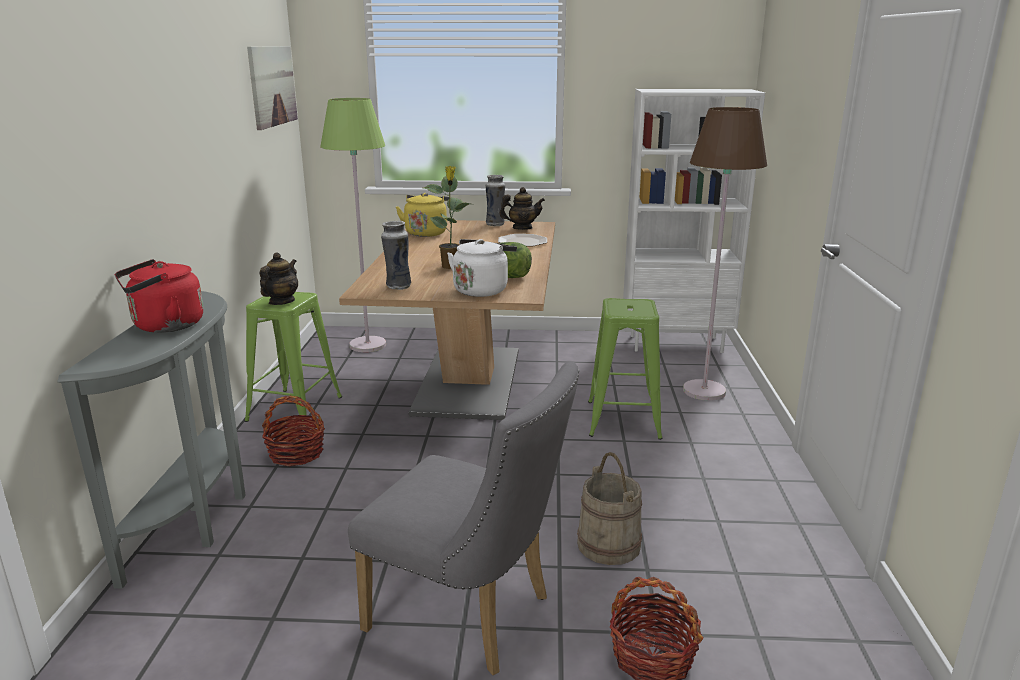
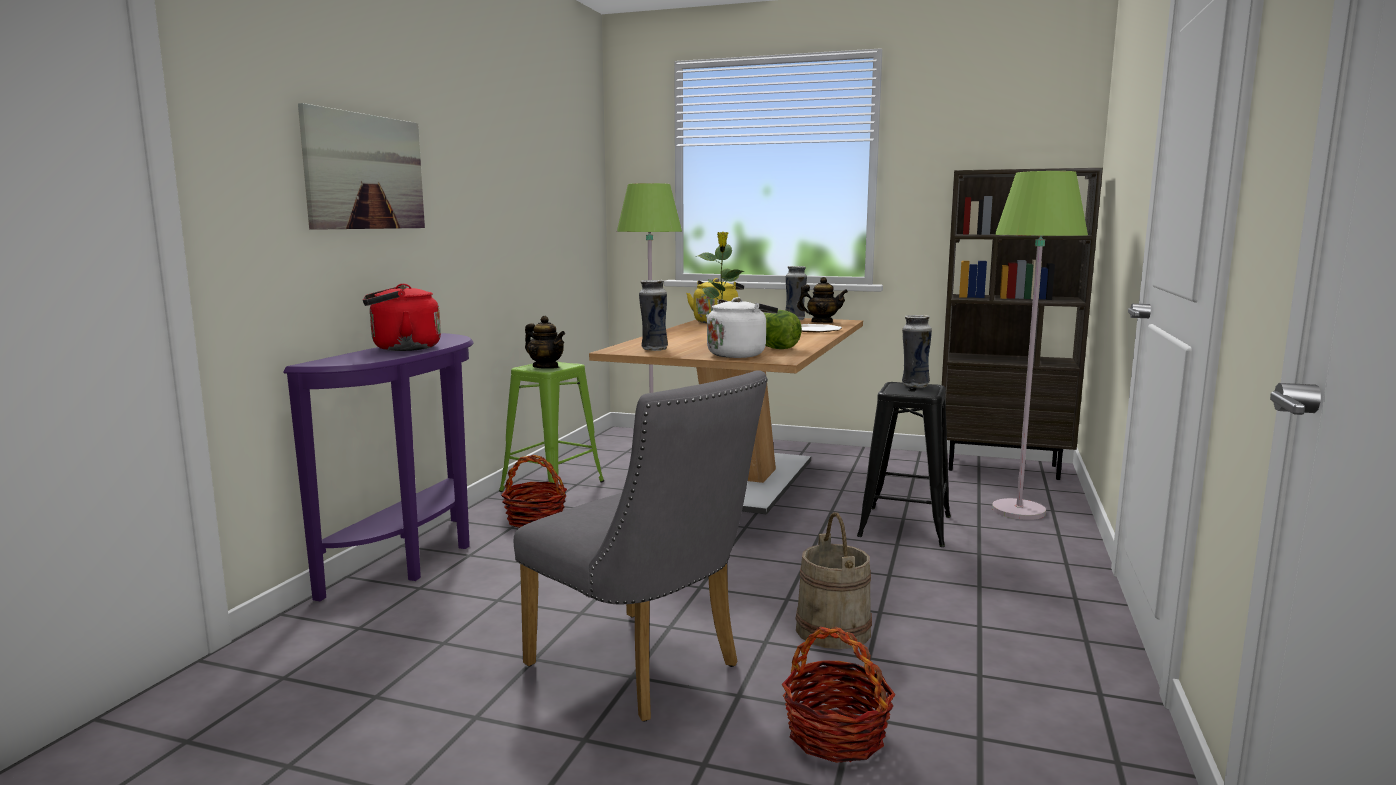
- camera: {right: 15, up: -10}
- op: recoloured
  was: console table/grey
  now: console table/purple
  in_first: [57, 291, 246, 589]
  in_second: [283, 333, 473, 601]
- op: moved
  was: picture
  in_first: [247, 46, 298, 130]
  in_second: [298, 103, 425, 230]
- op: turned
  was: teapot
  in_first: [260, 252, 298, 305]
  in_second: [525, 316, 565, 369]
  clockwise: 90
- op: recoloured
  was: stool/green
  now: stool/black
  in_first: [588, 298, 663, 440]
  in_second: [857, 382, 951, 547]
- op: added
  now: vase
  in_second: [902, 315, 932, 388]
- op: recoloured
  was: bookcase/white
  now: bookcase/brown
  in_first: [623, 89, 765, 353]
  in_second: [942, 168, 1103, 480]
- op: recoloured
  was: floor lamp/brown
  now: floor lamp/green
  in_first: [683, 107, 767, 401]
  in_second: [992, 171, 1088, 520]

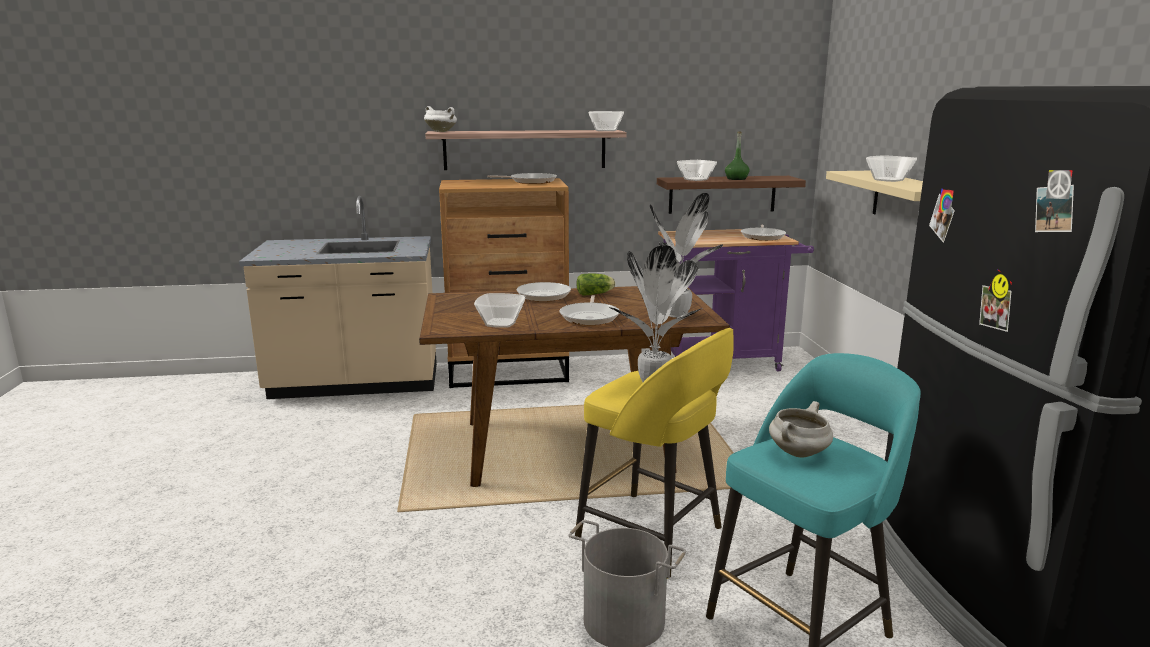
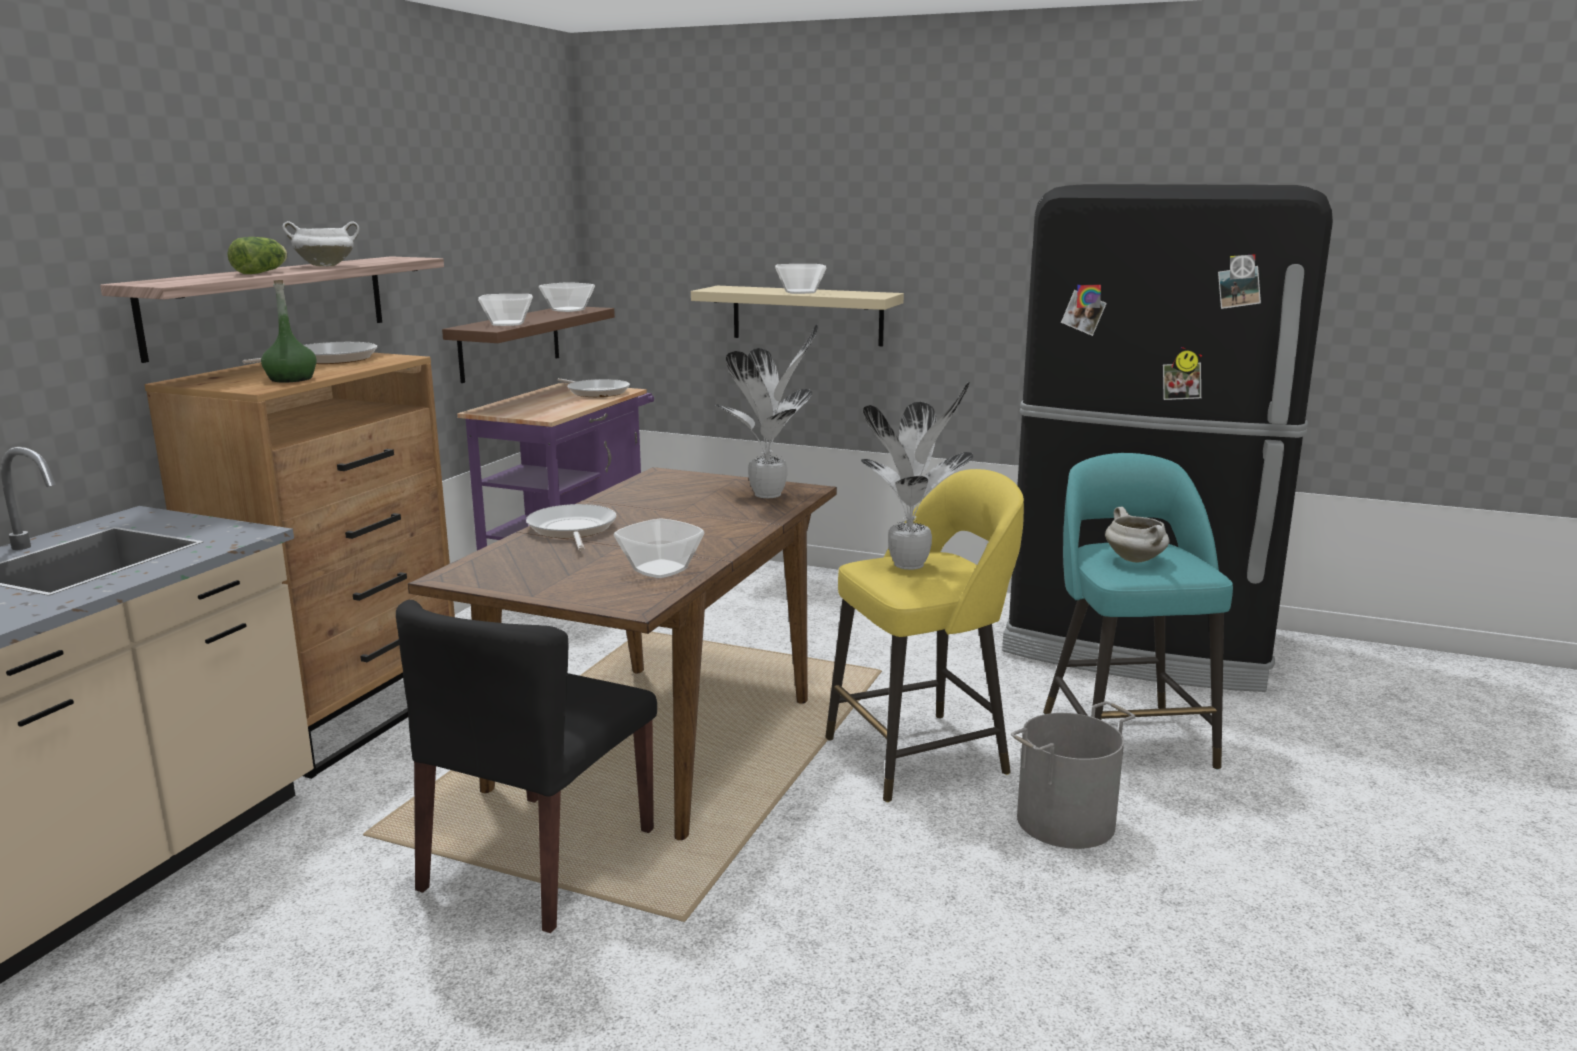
- camera: {right: -60, up: 0}
- op: moved
  was: lettuce
  in_first: [576, 273, 615, 296]
  in_second: [227, 237, 287, 274]
- op: moved
  was: bottle/green
  in_first: [725, 132, 750, 180]
  in_second: [261, 280, 317, 382]
- op: moved
  was: cooking pot/white
  in_first: [424, 106, 457, 132]
  in_second: [282, 221, 359, 267]
- op: added
  now: chair/black
  in_second: [396, 600, 657, 933]
- op: moved
  was: bowl
  in_first: [589, 111, 624, 131]
  in_second: [539, 282, 595, 312]
- op: removed
  was: frying pan
  in_first: [560, 295, 619, 325]

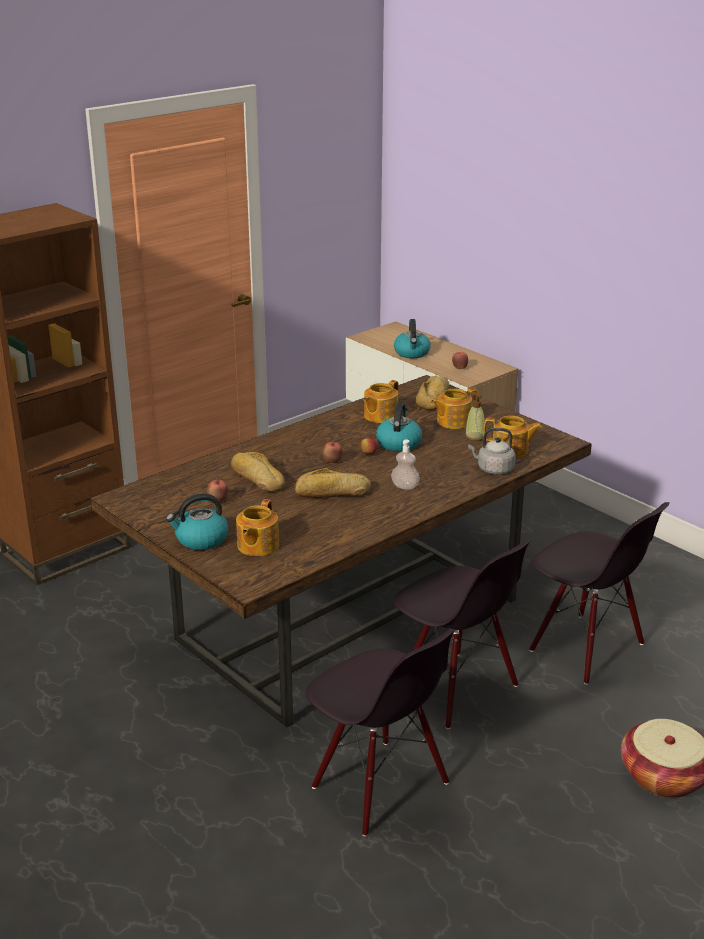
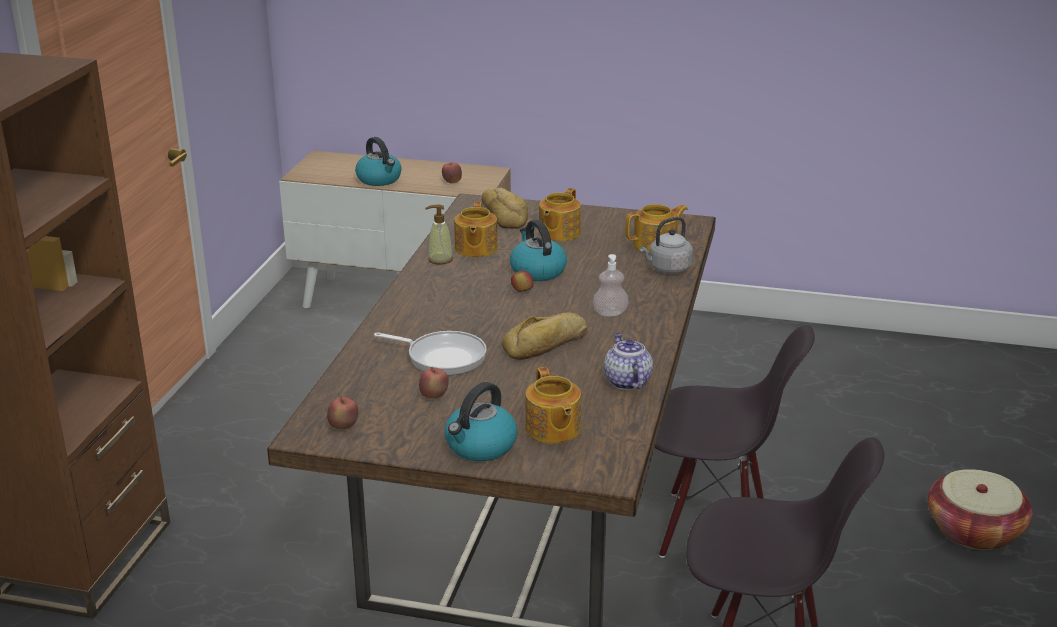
- camera: {right: -35, up: 0}
- op: moved
  was: apple
  in_first: [322, 441, 343, 463]
  in_second: [327, 396, 358, 430]
- op: replaced
  was: bread
  now: frying pan
  in_first: [231, 452, 285, 492]
  in_second: [374, 331, 487, 376]
- op: moved
  was: soap dispenser
  in_first: [465, 392, 485, 441]
  in_second: [425, 205, 453, 265]
- op: added
  now: teapot
  in_second: [604, 333, 653, 390]
- op: removed
  was: chair/black
  in_first: [529, 502, 670, 685]

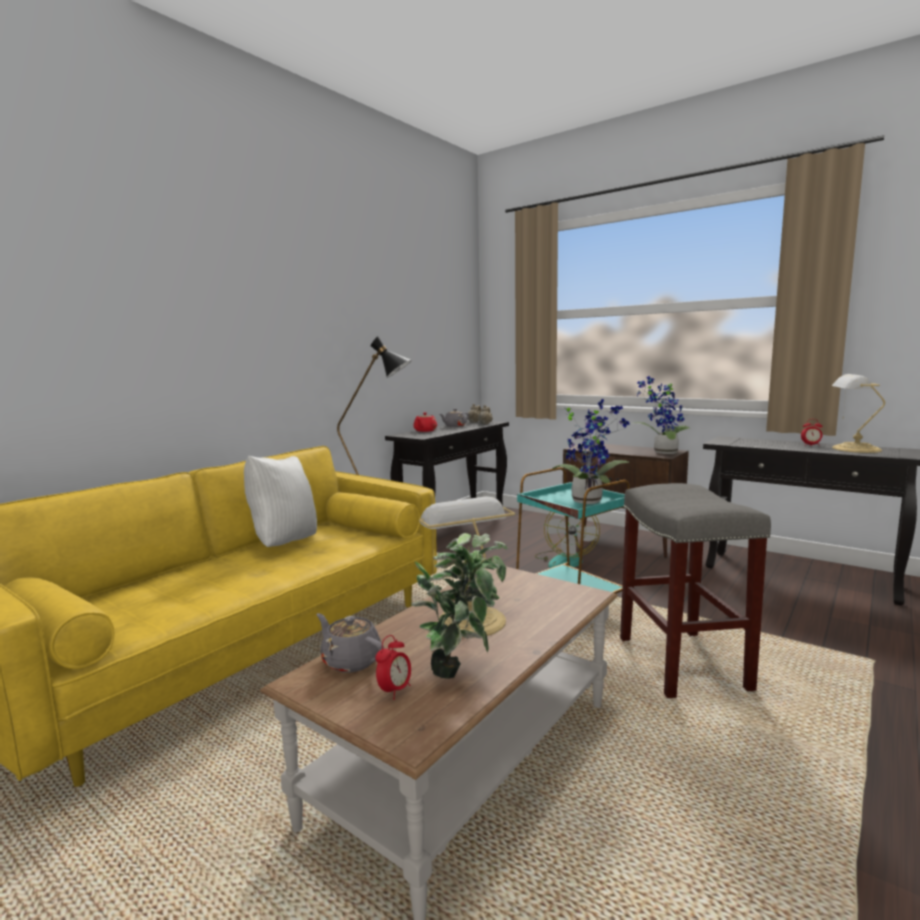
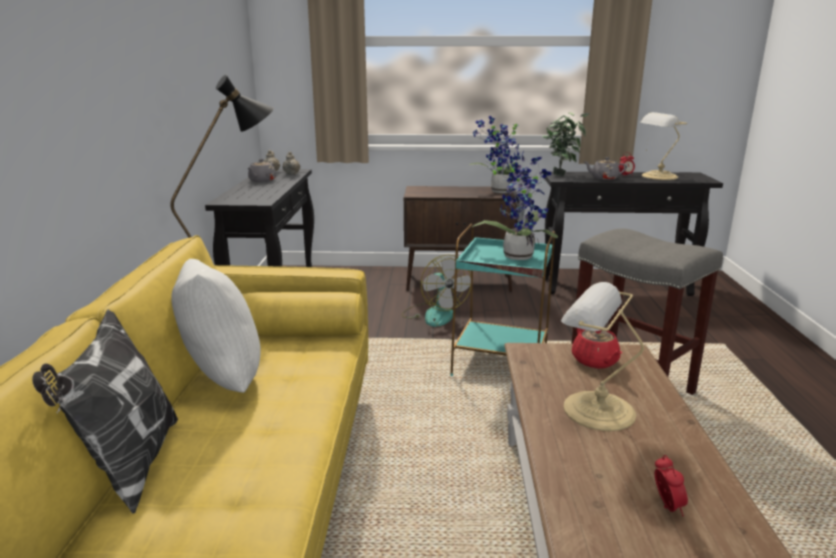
- camera: {right: -35, up: 10}
- op: added
  now: pillow
  in_second: [32, 309, 178, 514]
- op: moved
  was: potted plant
  in_first: [411, 533, 508, 679]
  in_second: [542, 112, 590, 176]
- op: moved
  was: teapot/red
  in_first: [413, 412, 437, 432]
  in_second: [572, 328, 622, 369]
- op: moved
  was: teapot/grey
  in_first: [316, 613, 384, 673]
  in_second: [583, 157, 627, 180]

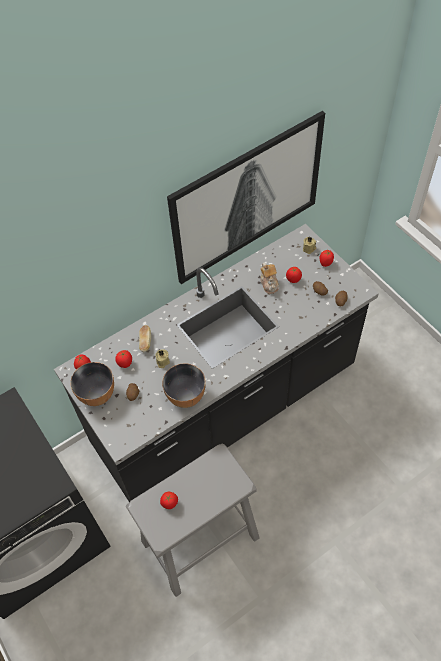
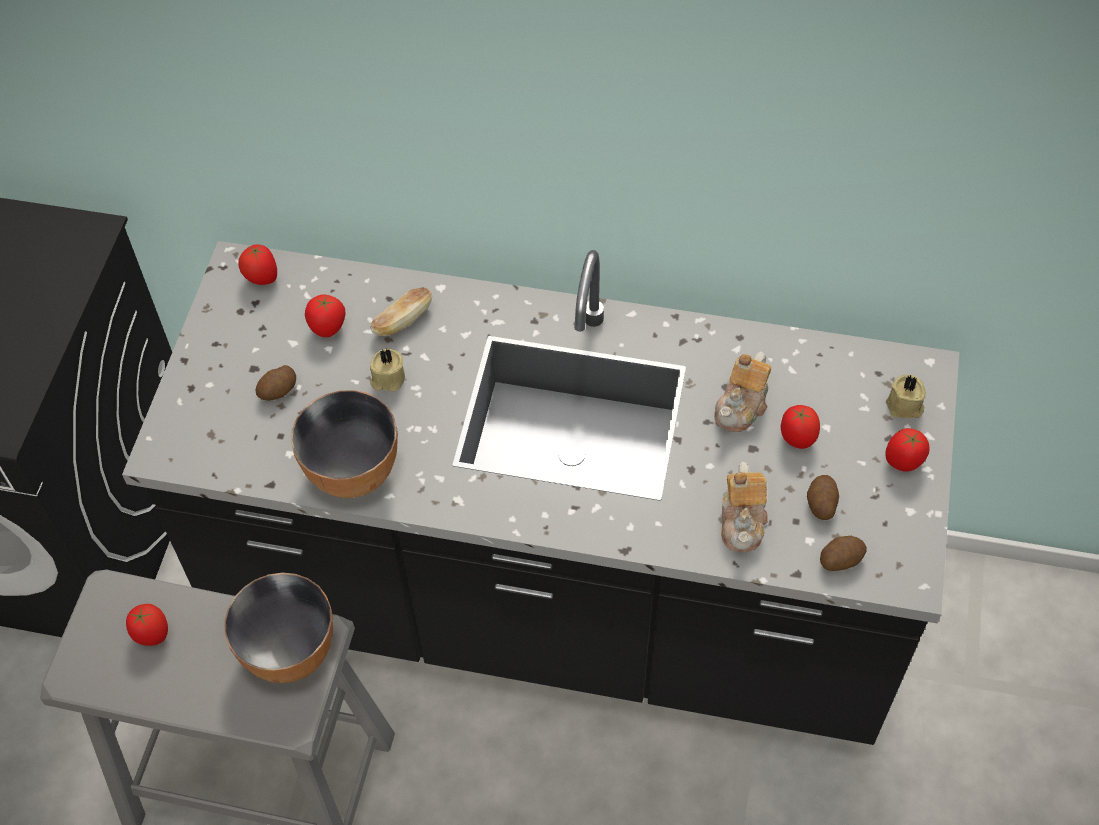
- camera: {right: 45, up: 0}
- op: moved
  was: bowl
  in_first: [70, 362, 114, 406]
  in_second: [224, 573, 333, 683]
- op: added
  now: teapot
  in_second: [721, 462, 768, 552]
- op: removed
  was: picture
  in_first: [167, 111, 325, 284]

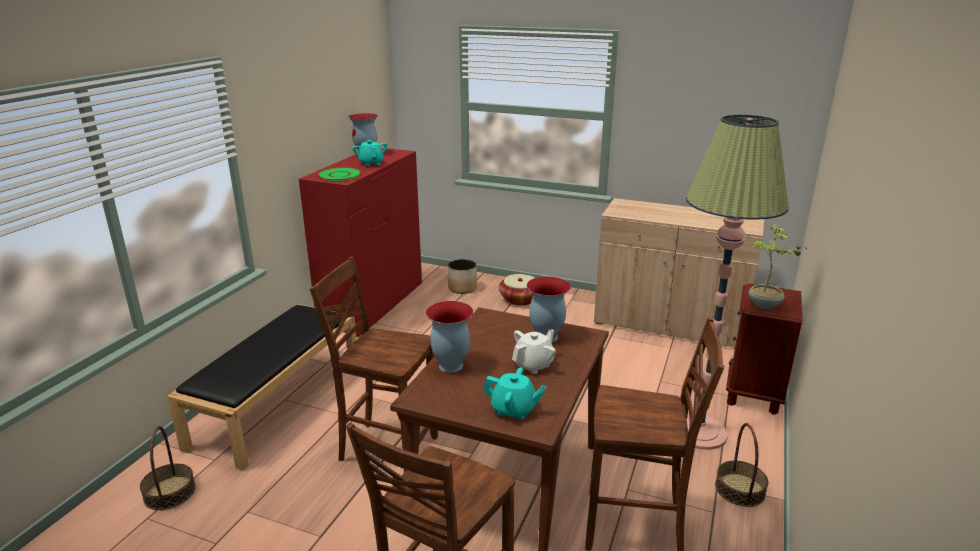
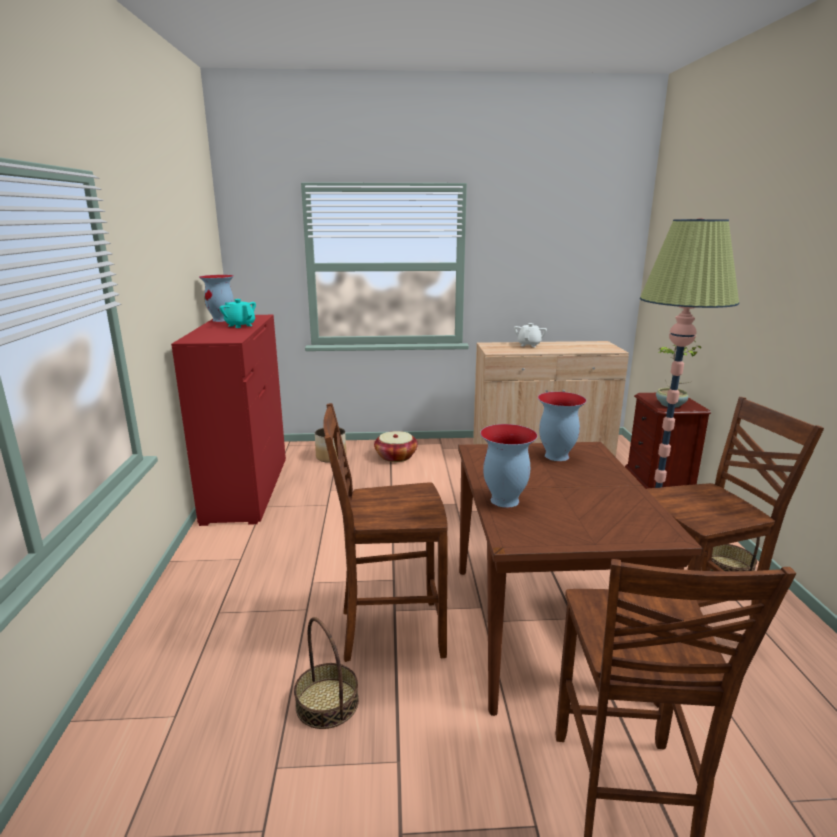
- camera: {right: -25, up: -5}
- op: moved
  was: basket
  in_first: [140, 426, 196, 510]
  in_second: [294, 617, 359, 729]
- op: moved
  was: teapot/white
  in_first: [512, 329, 556, 374]
  in_second: [514, 323, 547, 347]
- op: removed
  was: bench/black
  in_first: [167, 304, 356, 471]
- op: removed
  was: plate/green
  in_first: [318, 168, 361, 181]
- op: removed
  was: teapot/turquoise
  in_first: [483, 367, 547, 420]

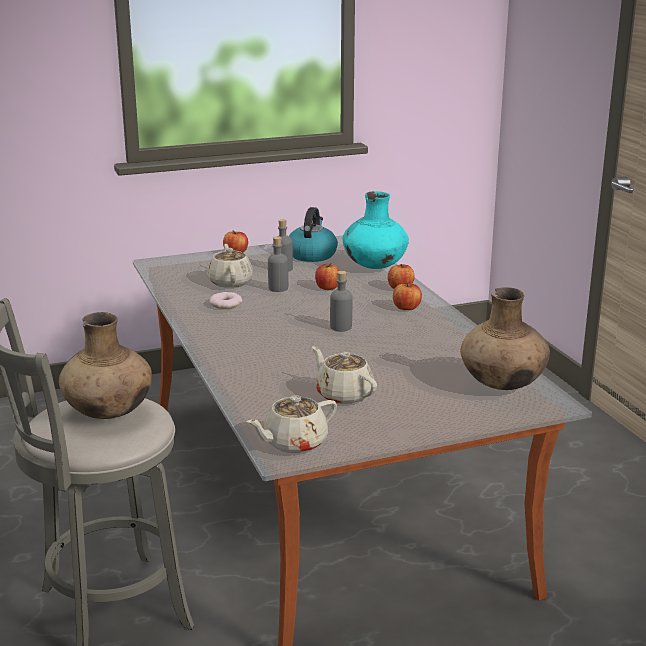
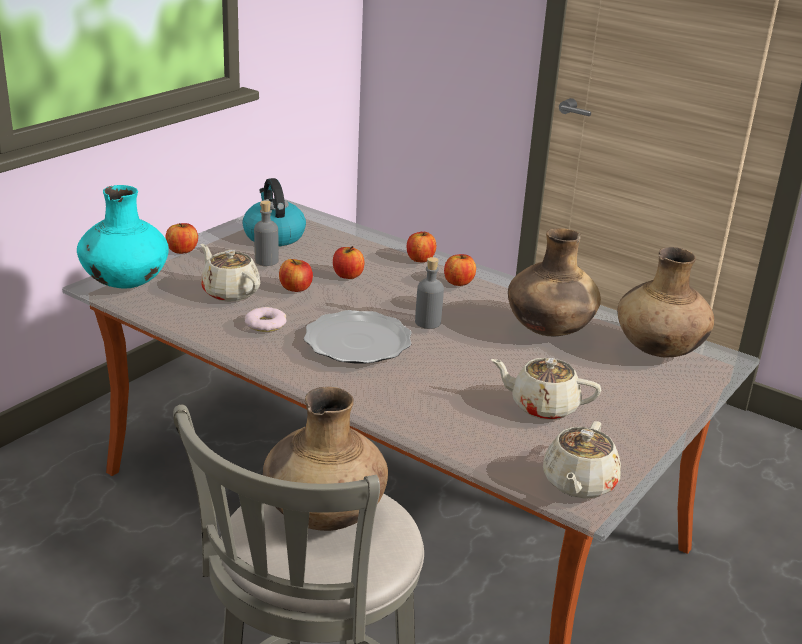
- camera: {right: -35, up: 5}
- op: moved
  was: vase/turquoise
  in_first: [343, 191, 409, 269]
  in_second: [77, 185, 169, 288]
- op: replaced
  was: bottle/grey
  now: apple
  in_first: [268, 236, 288, 292]
  in_second: [279, 259, 313, 292]
- op: added
  now: plate
  in_second: [304, 310, 412, 364]
- op: added
  now: vase/brown
  in_second: [508, 228, 601, 336]

